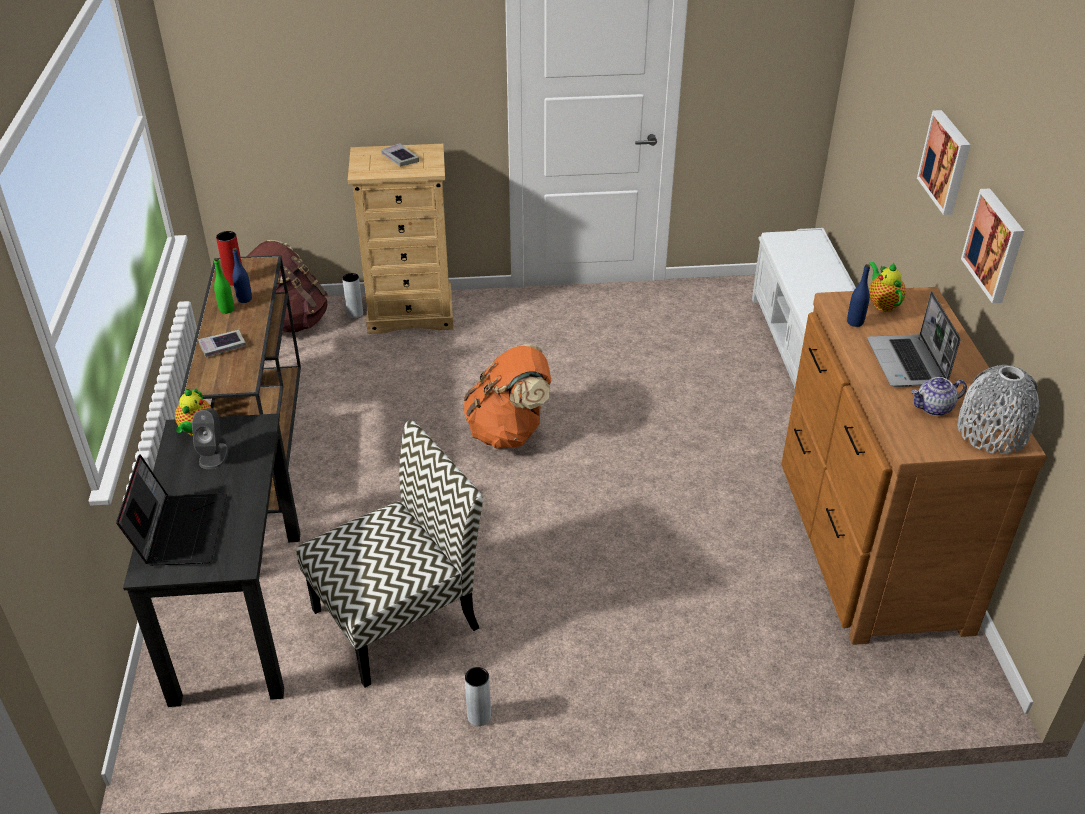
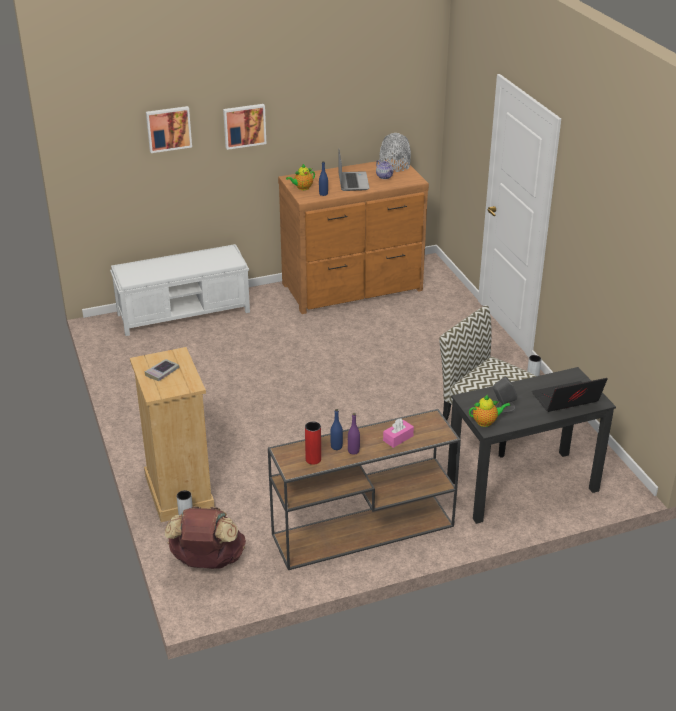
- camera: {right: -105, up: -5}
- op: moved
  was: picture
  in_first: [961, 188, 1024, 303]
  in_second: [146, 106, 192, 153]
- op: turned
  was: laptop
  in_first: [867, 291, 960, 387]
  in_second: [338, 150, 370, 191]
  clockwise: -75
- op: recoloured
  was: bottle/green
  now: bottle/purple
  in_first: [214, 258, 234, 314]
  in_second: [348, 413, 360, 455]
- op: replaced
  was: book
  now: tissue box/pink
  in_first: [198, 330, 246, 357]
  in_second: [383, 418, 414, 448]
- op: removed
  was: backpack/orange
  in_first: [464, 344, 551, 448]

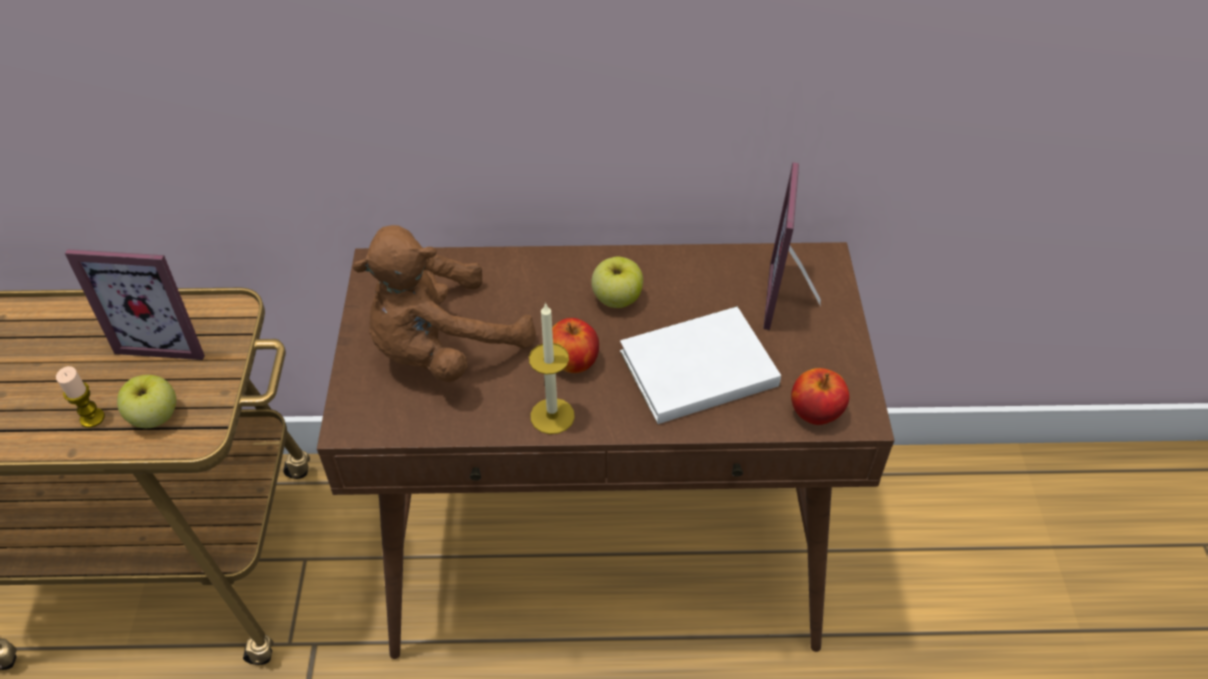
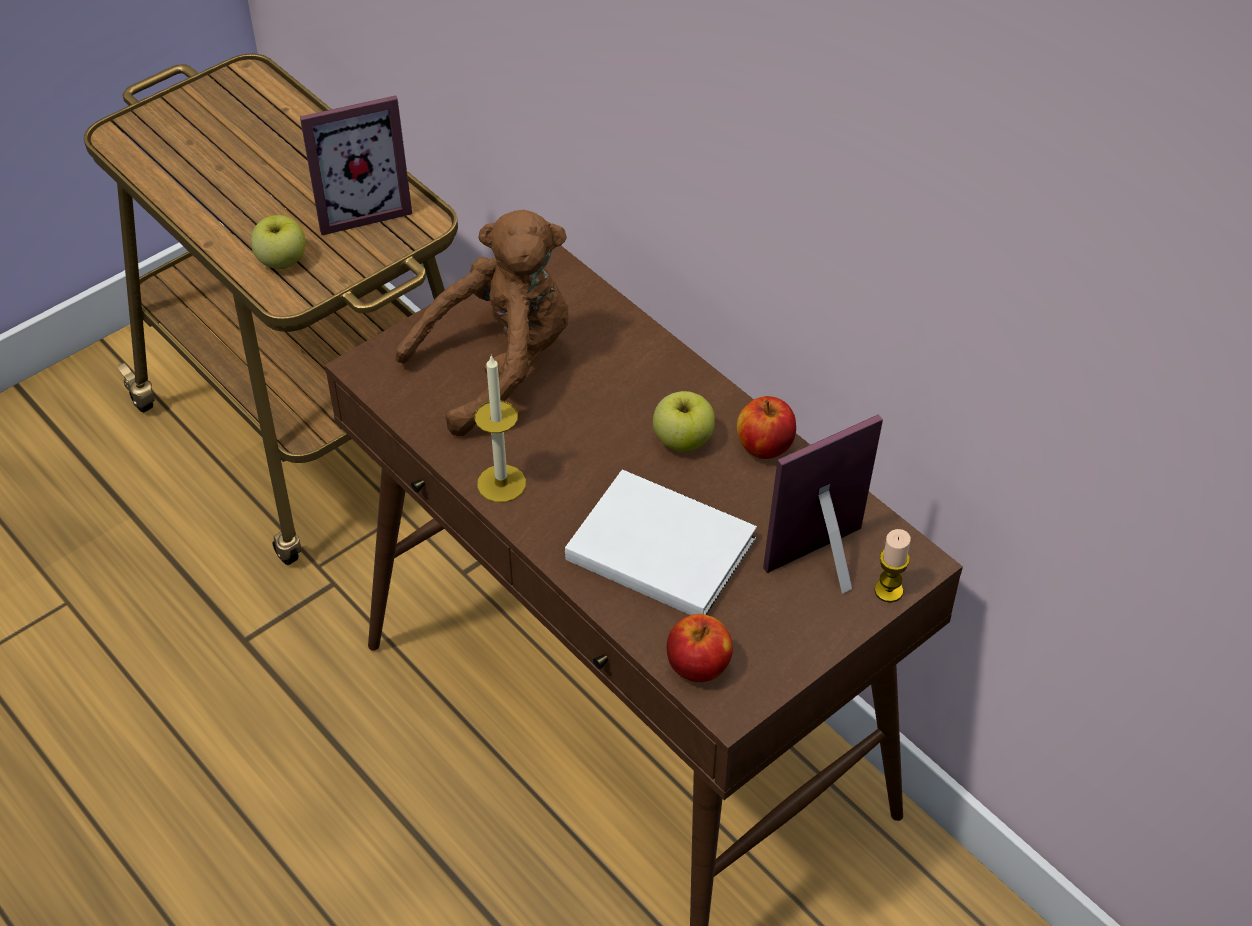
- camera: {right: 50, up: 0}
- op: turned
  was: picture frame
  in_first: [65, 249, 205, 360]
  in_second: [300, 95, 412, 235]
  clockwise: -75
- op: turned
  was: plush toy/brown
  in_first: [352, 225, 536, 382]
  in_second: [395, 210, 569, 436]
  clockwise: 135
- op: moved
  was: apple
  in_first: [552, 318, 599, 373]
  in_second: [737, 396, 796, 459]
- op: moved
  was: candle
  in_first: [56, 366, 105, 428]
  in_second: [875, 529, 911, 603]

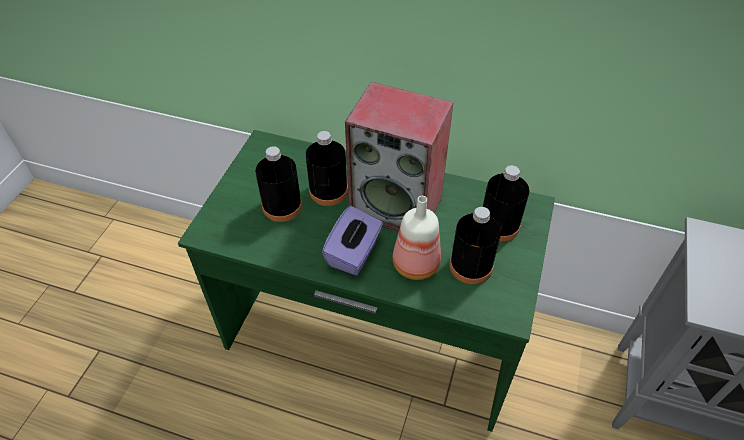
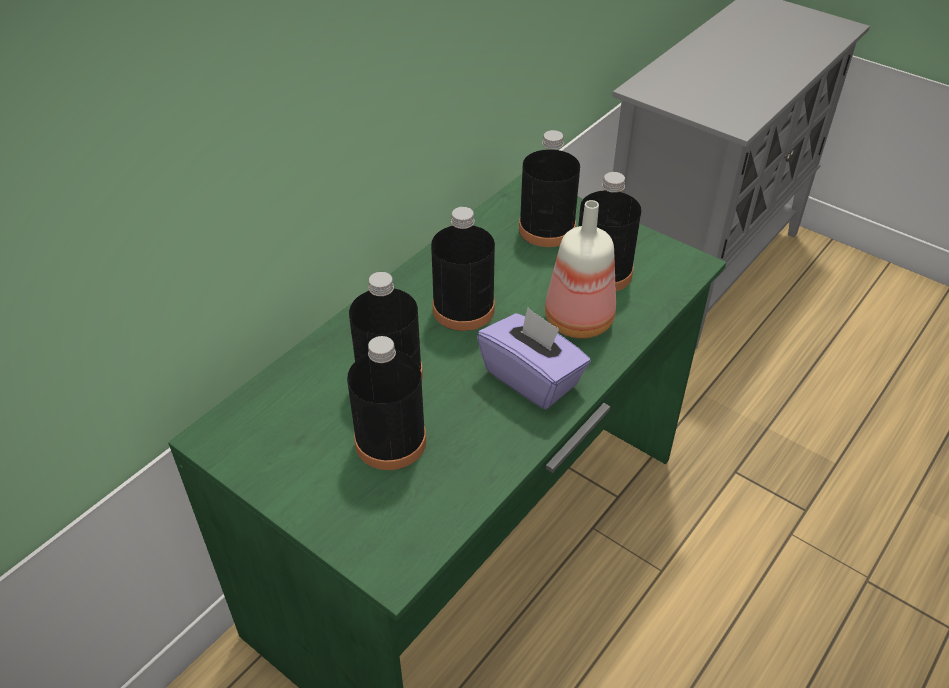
- camera: {right: -70, up: -5}
- op: replaced
  was: speaker
  now: bottle/black
  in_first: [345, 82, 453, 232]
  in_second: [431, 207, 495, 331]

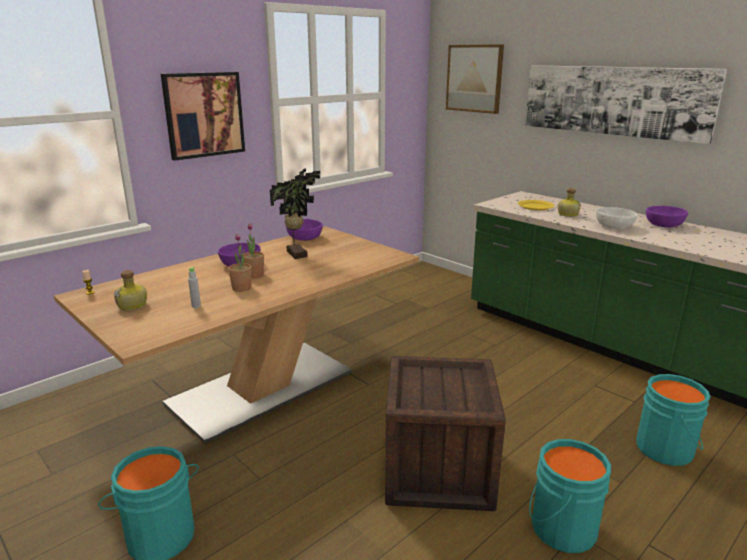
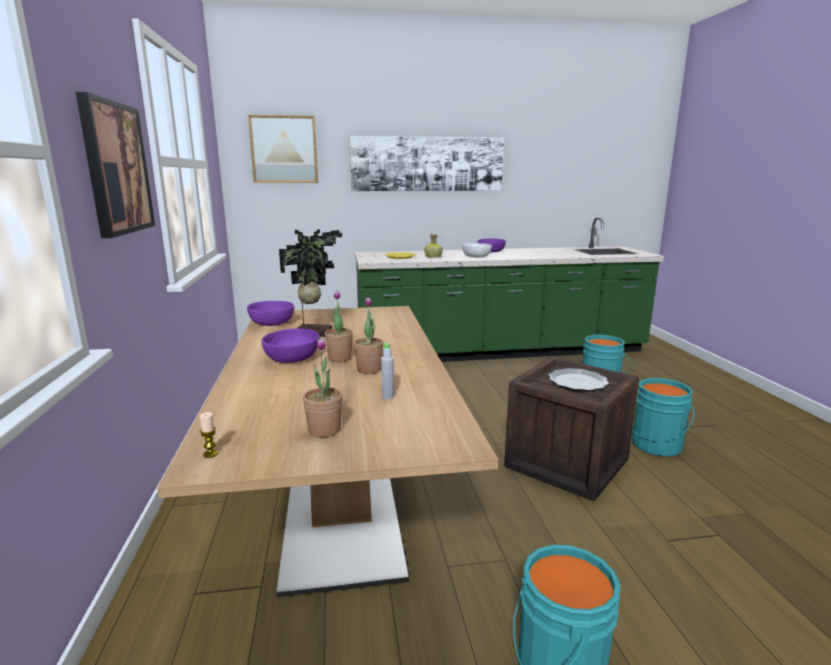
- camera: {right: -55, up: -5}
- op: replaced
  was: bottle
  now: potted plant
  in_first: [114, 270, 147, 311]
  in_second: [303, 338, 343, 437]
- op: added
  now: plate
  in_second: [549, 368, 609, 391]

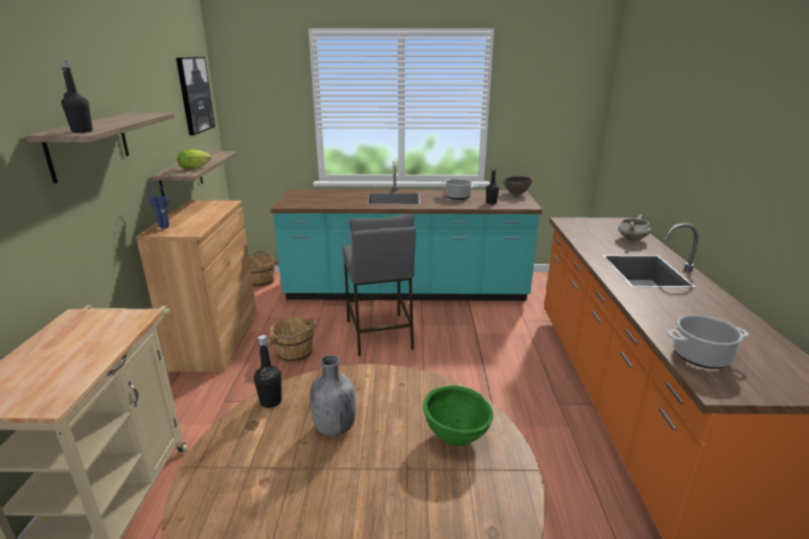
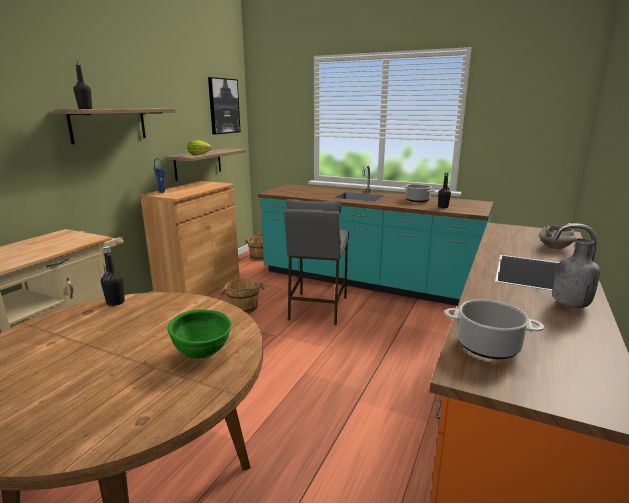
- camera: {right: 25, up: -5}
- op: moved
  was: bottle/grey
  in_first: [310, 355, 356, 436]
  in_second: [553, 238, 600, 308]
- op: removed
  was: bowl/brown
  in_first: [503, 176, 532, 195]

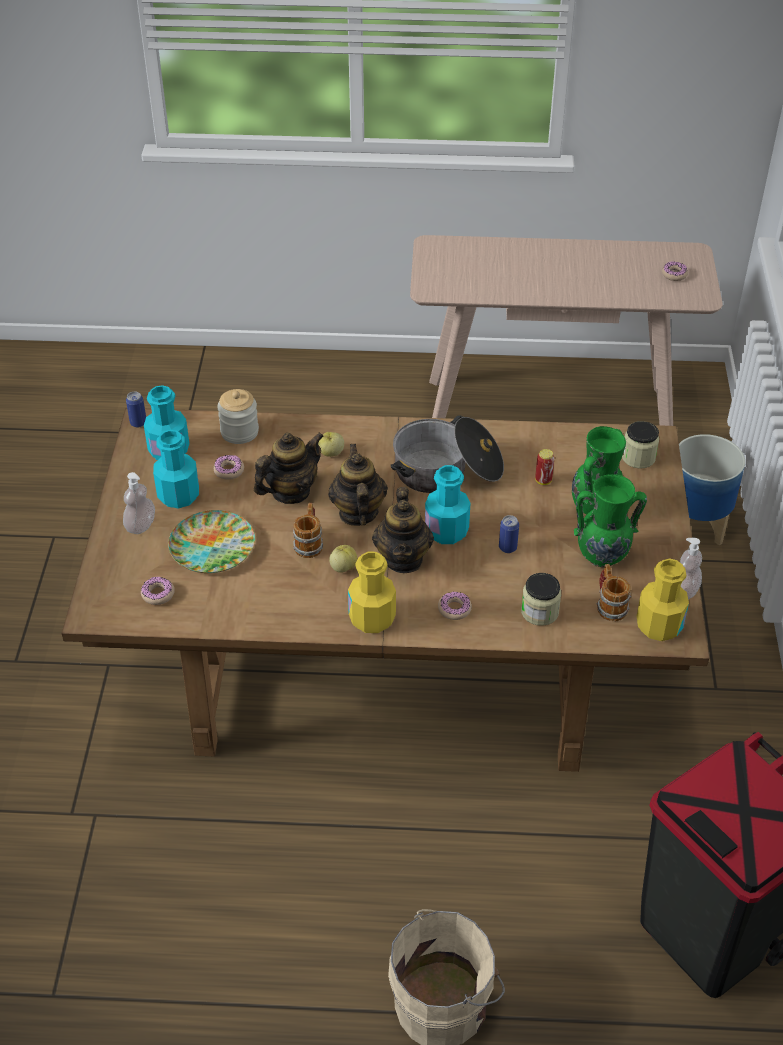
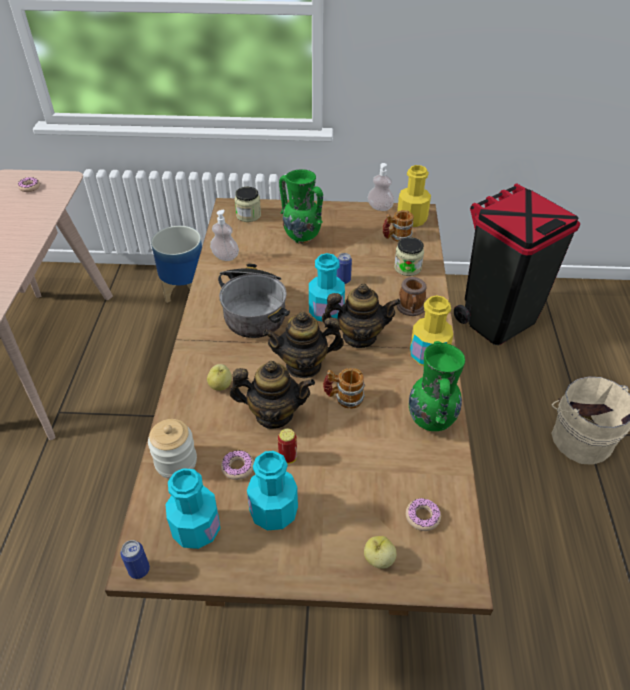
- camera: {right: -90, up: 0}
- op: moved
  was: soap dispenser
  in_first: [123, 472, 155, 534]
  in_second: [210, 210, 239, 261]
- op: turned
  was: teapot
  in_first: [254, 433, 324, 504]
  in_second: [229, 361, 315, 429]
  clockwise: 135
- op: moved
  was: can
  in_first: [535, 449, 555, 485]
  in_second: [278, 429, 297, 464]
- op: moved
  was: apple
  in_first: [329, 545, 358, 573]
  in_second: [364, 536, 397, 569]
- op: replaced
  was: donut
  now: mug
  in_first: [438, 591, 472, 620]
  in_second: [396, 277, 426, 316]
- op: moved
  was: vase/green
  in_first: [574, 474, 647, 567]
  in_second: [409, 341, 465, 431]
- op: removed
  was: plate
  in_first: [168, 510, 255, 573]

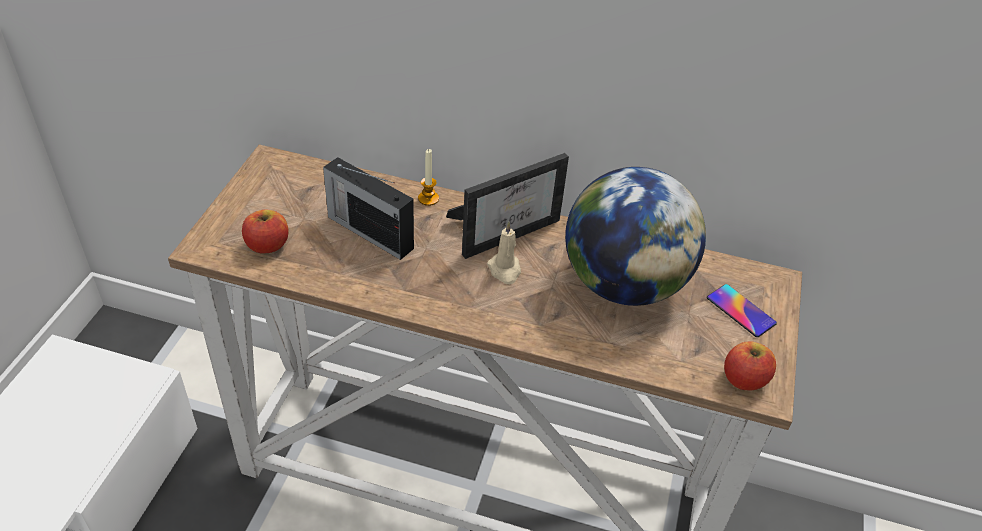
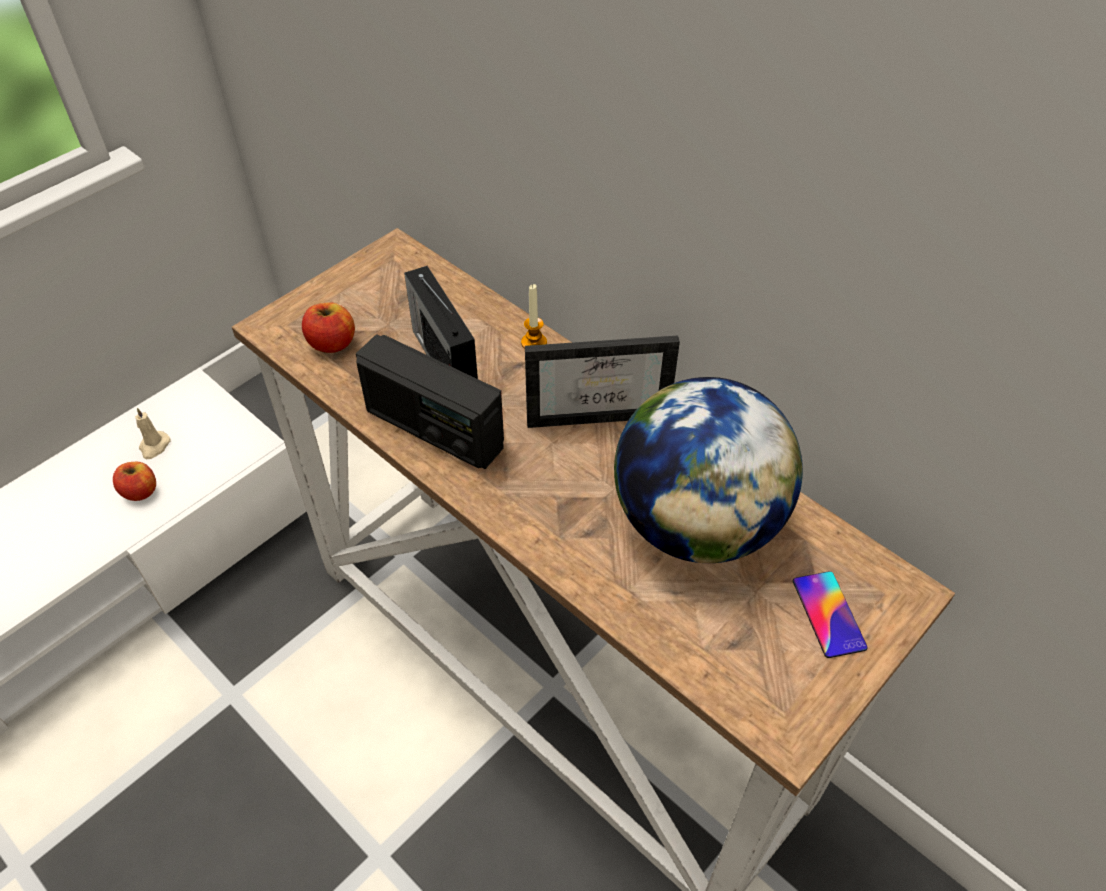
- camera: {right: 30, up: 5}
- op: moved
  was: apple
  in_first: [724, 342, 776, 391]
  in_second: [113, 462, 156, 501]
- op: moved
  was: candle/beige
  in_first: [487, 222, 521, 284]
  in_second: [135, 408, 171, 459]
- op: added
  now: radio
  in_second: [356, 335, 504, 469]

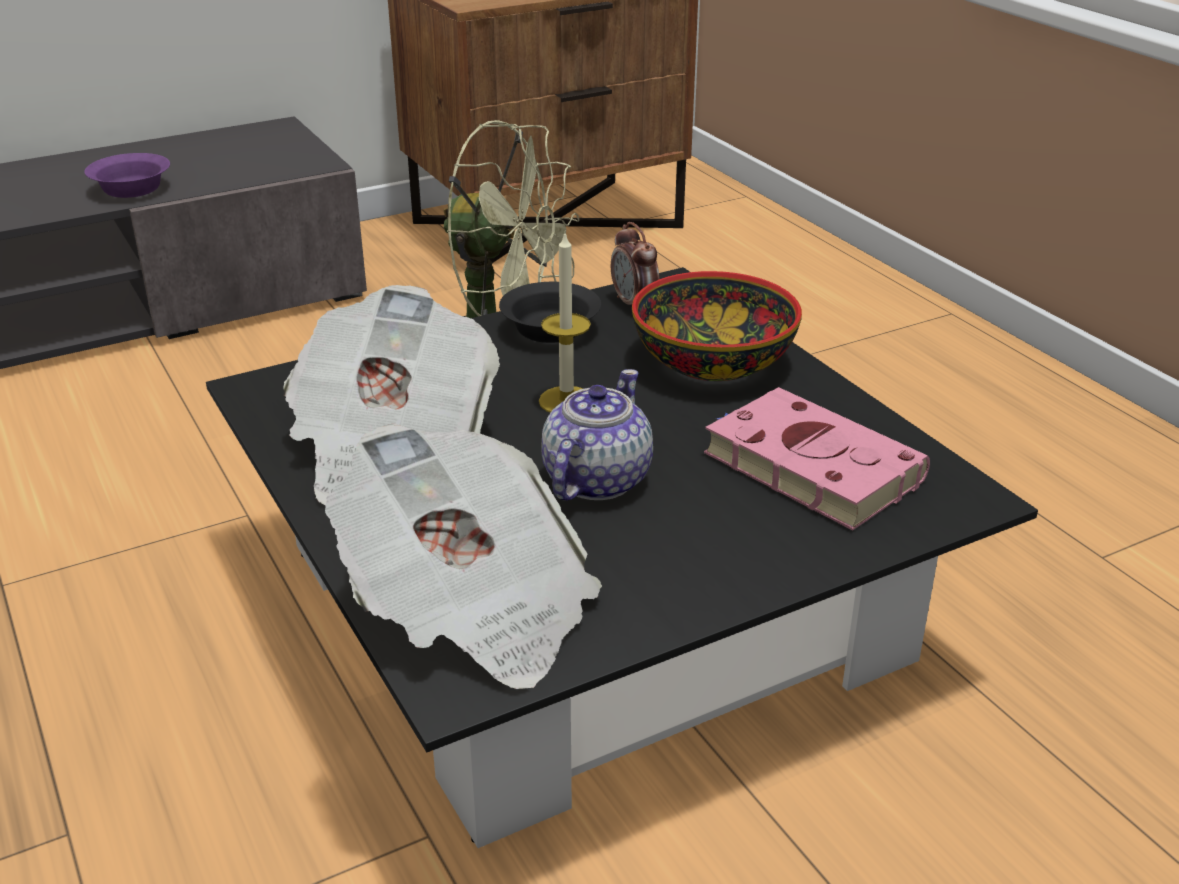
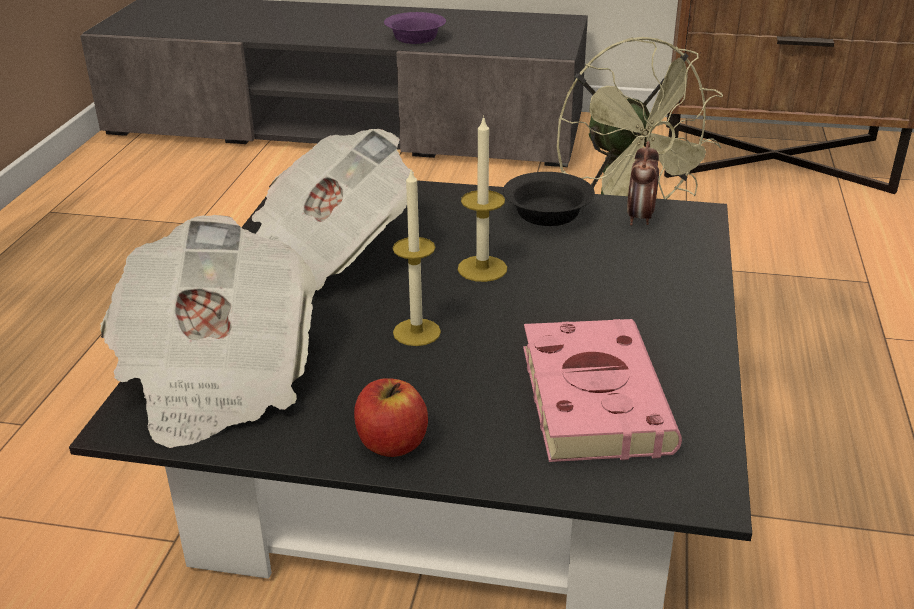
- camera: {right: 40, up: 0}
- op: added
  now: apple
  in_second: [354, 378, 428, 457]
- op: replaced
  was: teapot
  now: candle
  in_first: [541, 369, 653, 501]
  in_second: [392, 169, 441, 346]
- op: removed
  was: bowl
  in_first: [632, 271, 802, 381]

